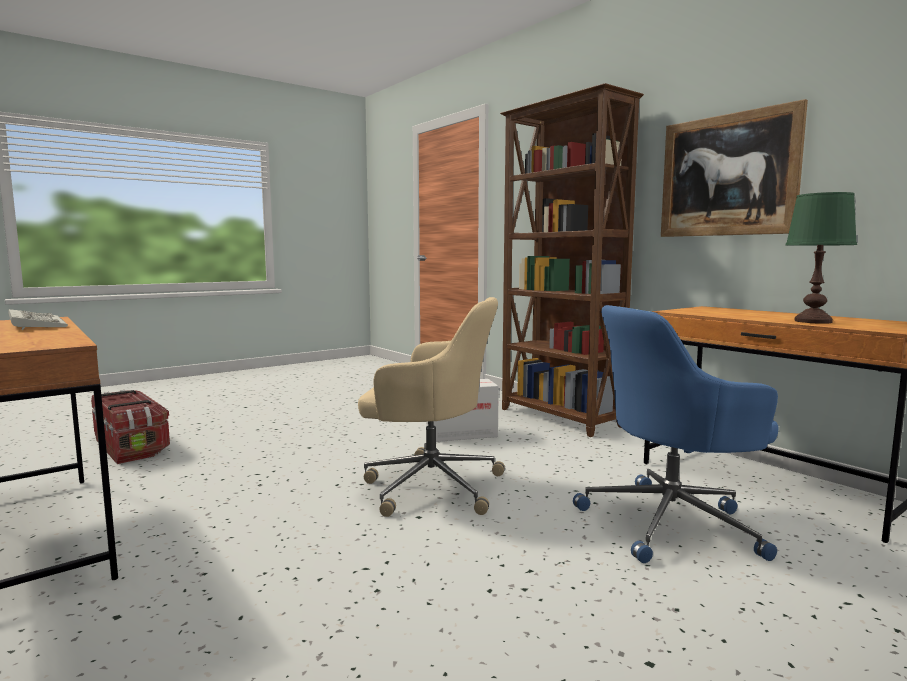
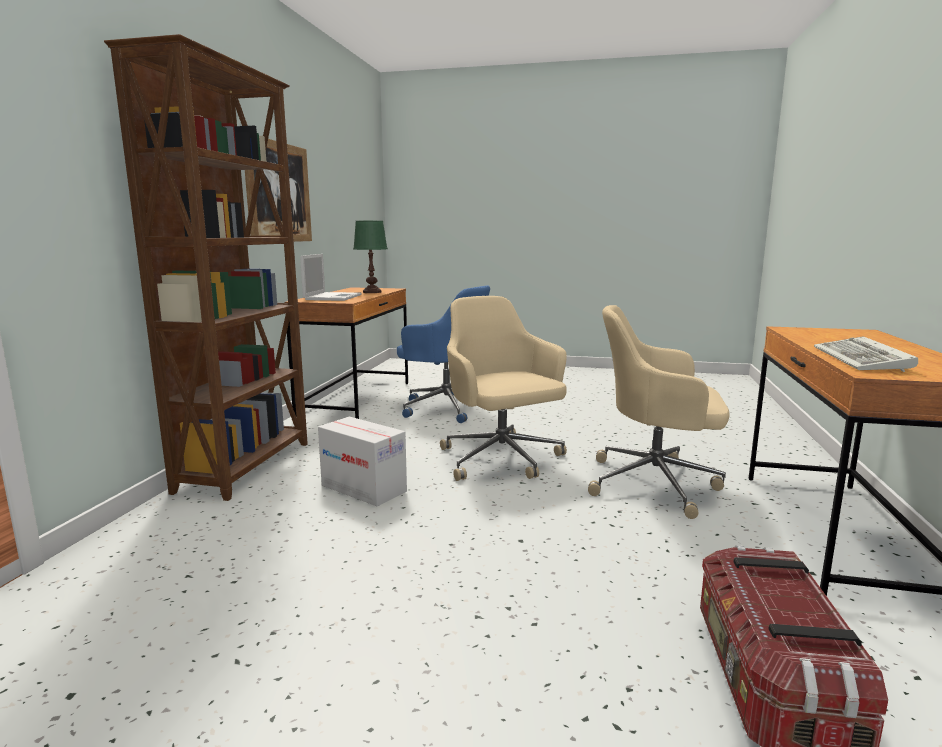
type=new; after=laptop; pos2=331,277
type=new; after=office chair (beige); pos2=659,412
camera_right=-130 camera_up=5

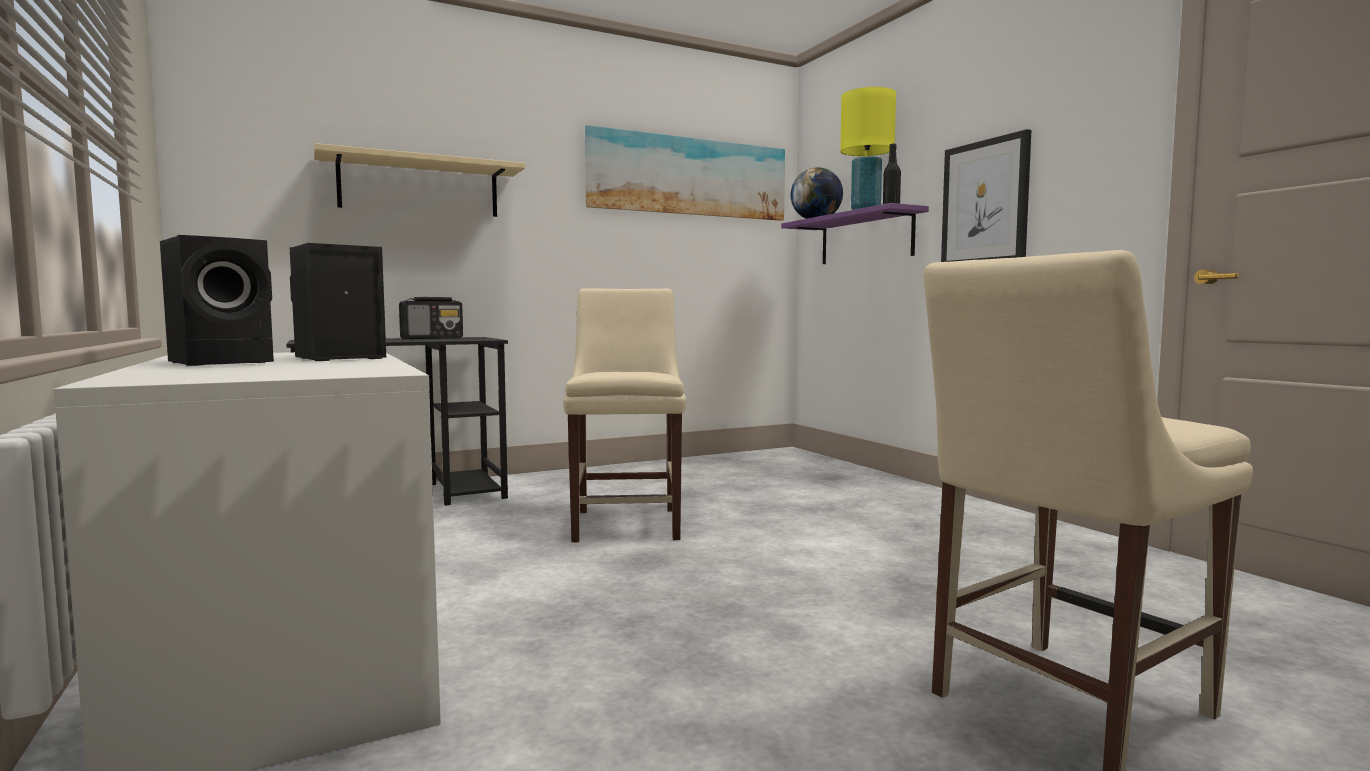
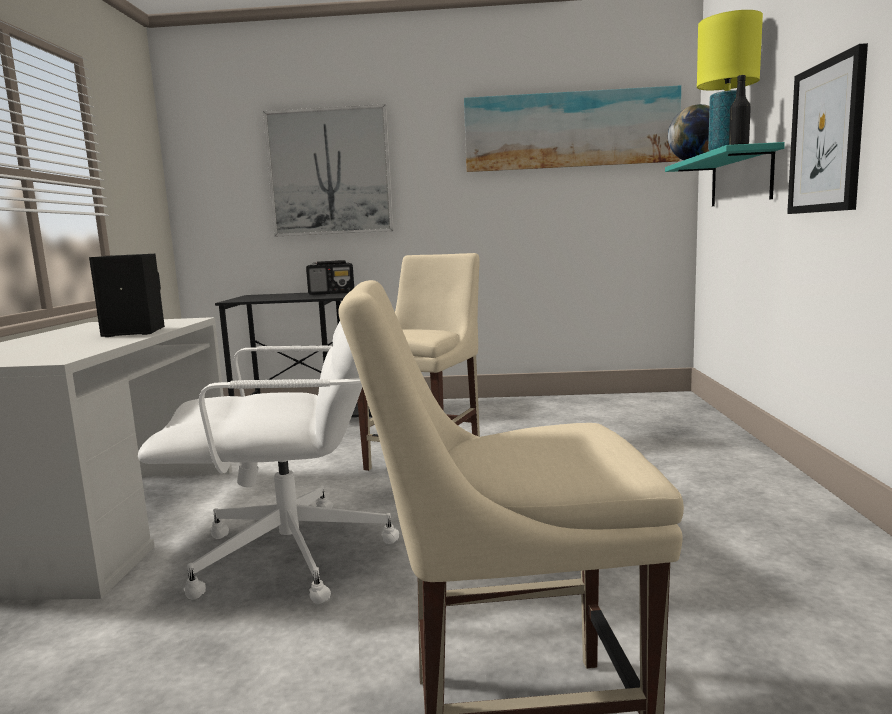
type=new; after=office chair (white); pos2=268,462
type=swapped; before=shelf (beige); after=picture; pos1=419,180; pos2=328,170
type=repainted; before=shelf (purple); after=shelf (turquoise); pos1=855,233; pos2=725,174
type=gone; before=speaker (black); pos1=217,300
camera_right=30 camera_up=5

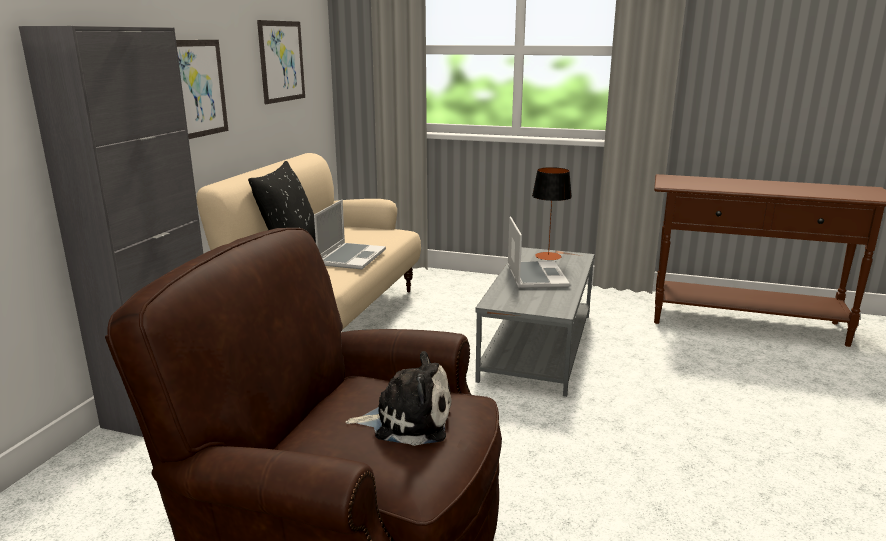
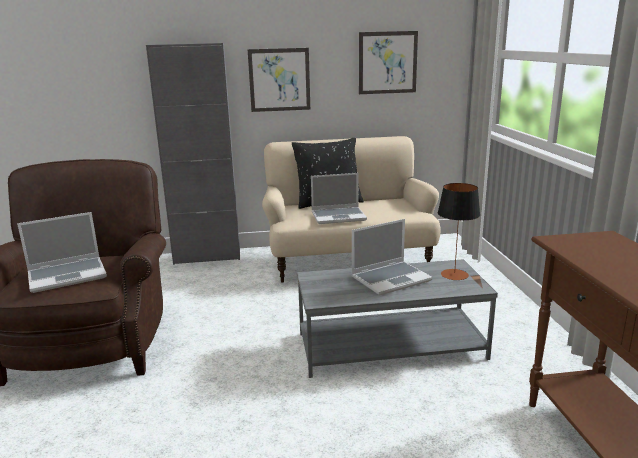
type=swapped; before=plush toy; after=laptop; pos1=398,398; pos2=62,252
camera_right=65 camera_up=0

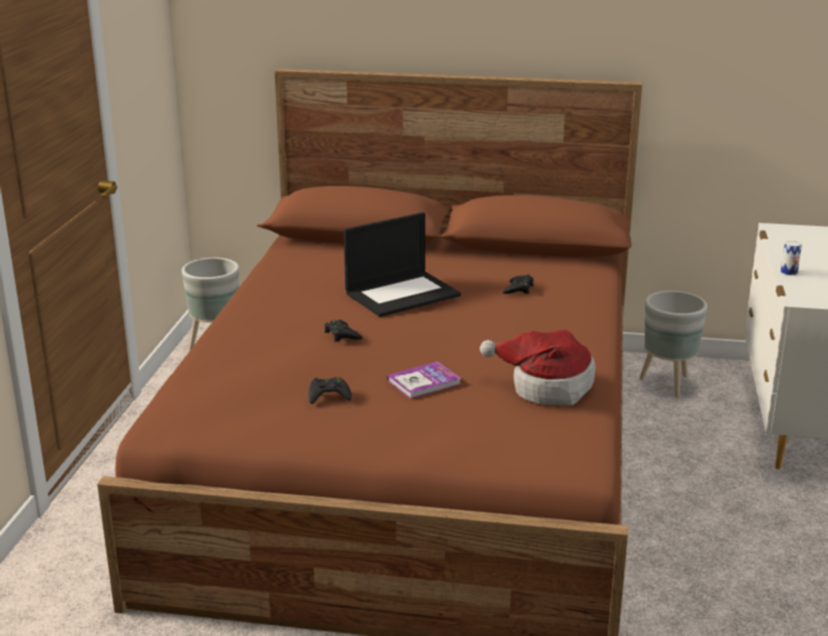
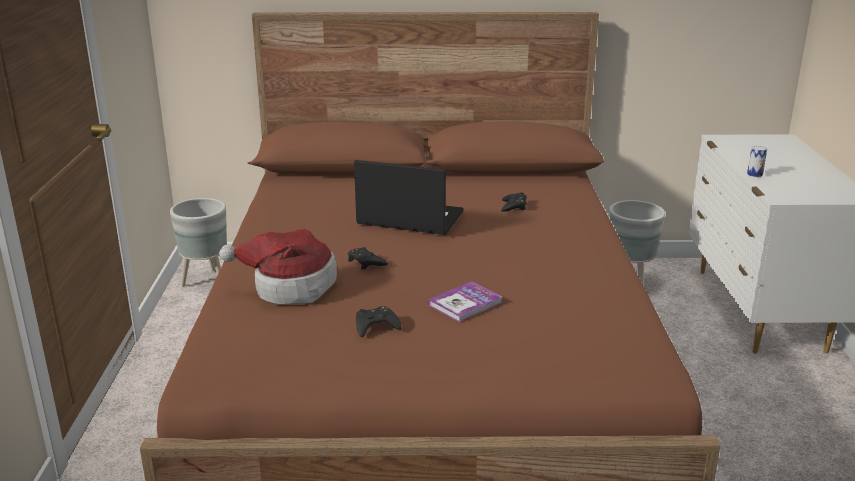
type=shifted; before=hat; pos1=537,368; pos2=278,267
type=rotated; before=laptop; pos1=402,264; pos2=408,197; turn=-120
camera_right=-10 camera_up=0

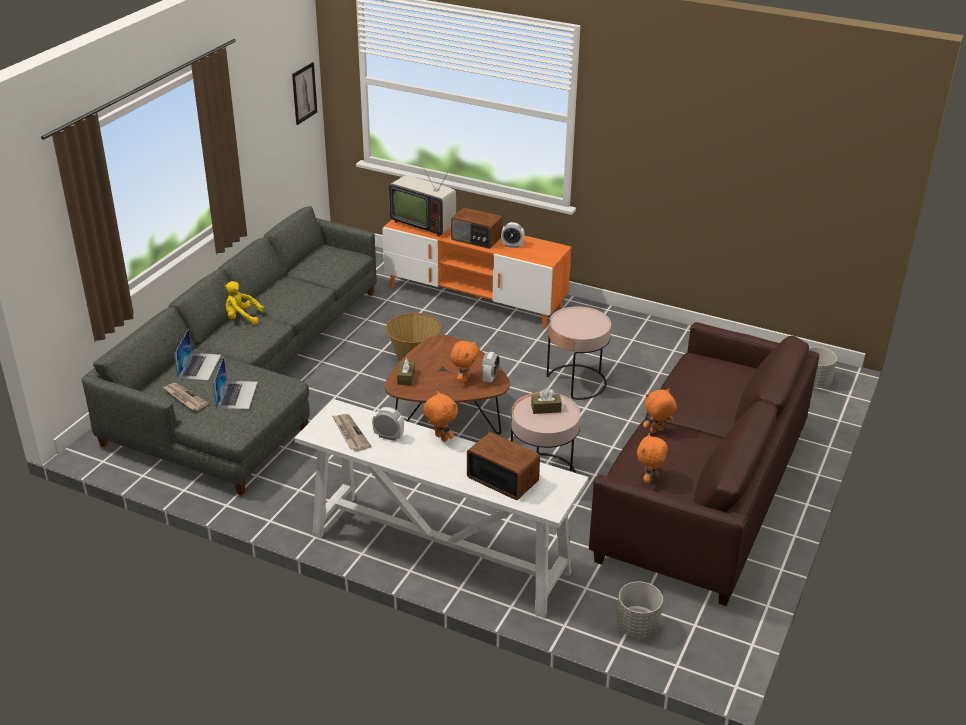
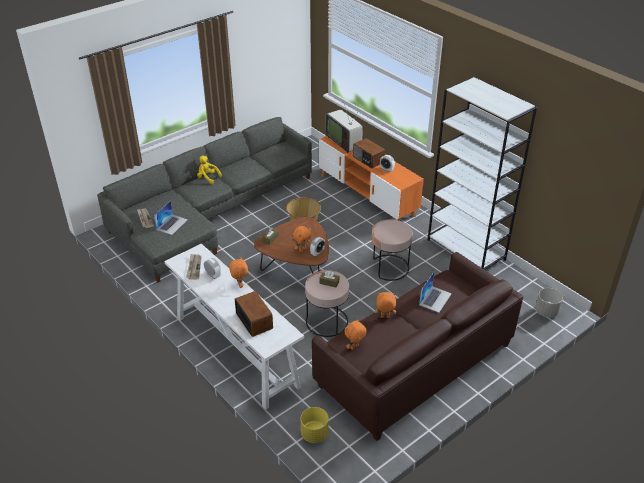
type=repainted; before=planter (grey); after=planter (yellow); pos1=639,609; pos2=315,425
type=shifted; before=laptop; pos1=197,355; pos2=435,292
type=new; after=bookcase (white); pos2=482,173
type=gone; before=picture; pos1=304,93
camera_right=25 camera_up=5

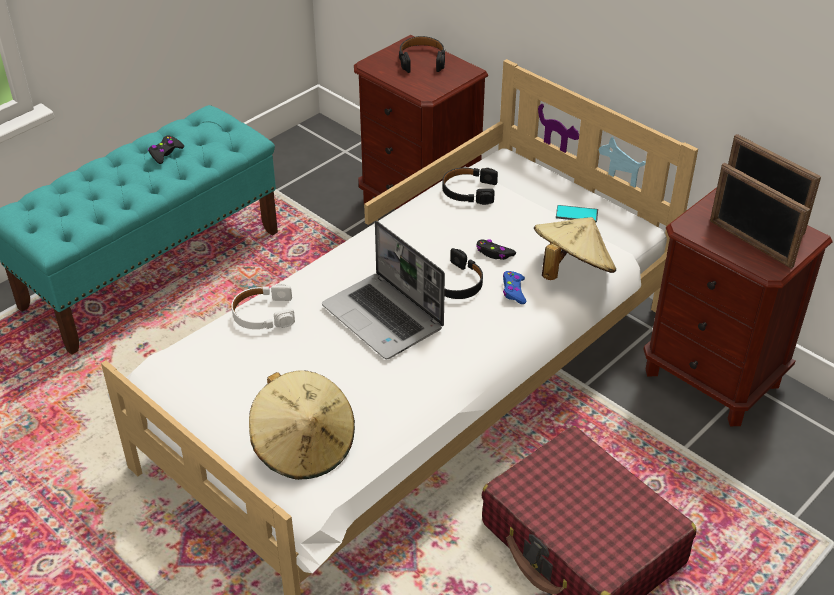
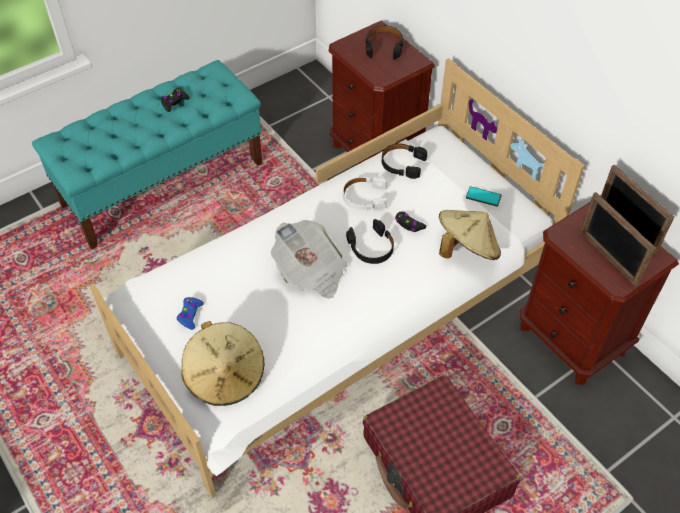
type=shifted; before=game controller (blue); pos1=514,287; pos2=190,313
type=swapped; before=laptop; after=newspaper; pos1=383,289; pos2=309,259
type=shifted; before=headphones (white); pos1=263,306; pos2=365,193
camera_right=10 camera_up=10

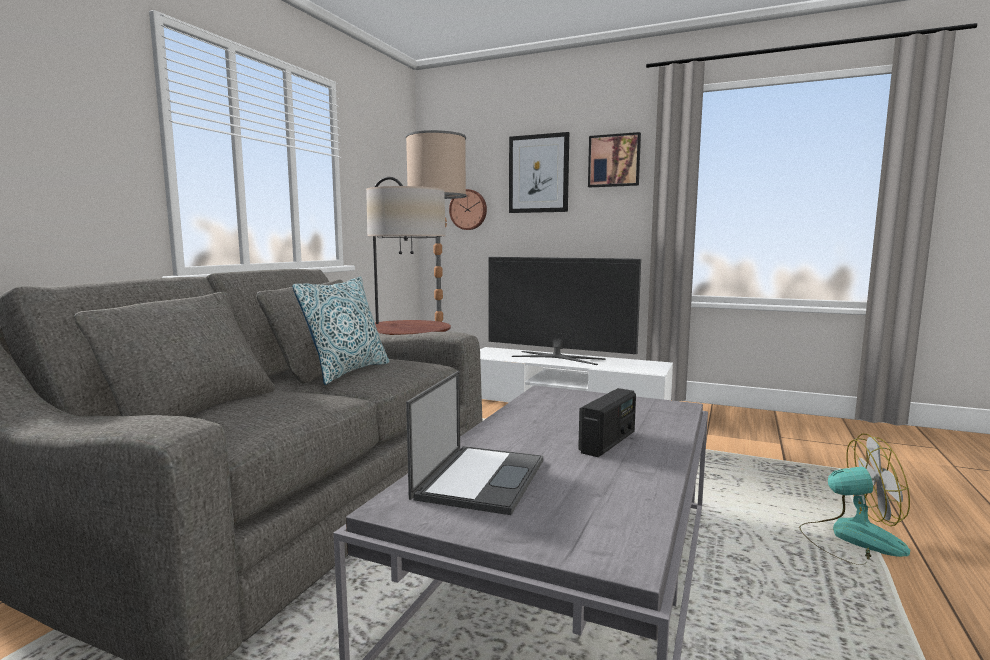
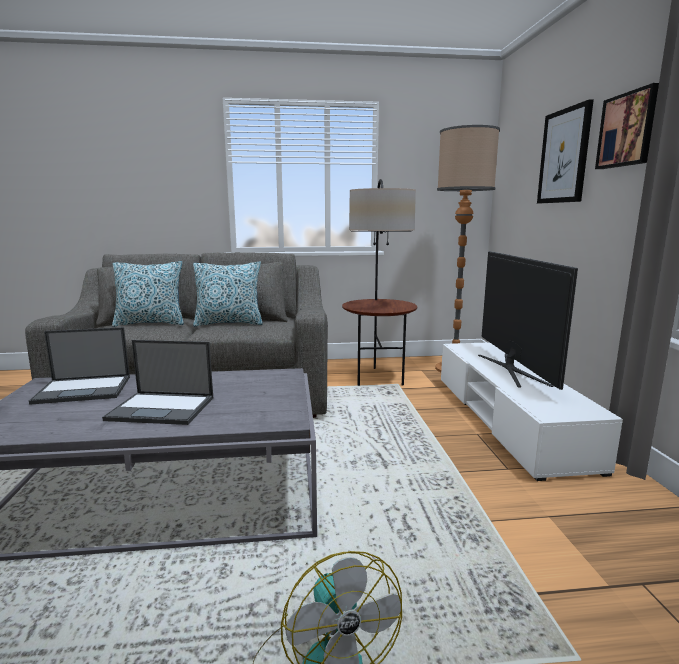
type=swapped; before=radio; after=laptop; pos1=607,422; pos2=157,382
type=new; after=pillow; pos2=148,294
type=gone; before=wall clock; pos1=468,209
camera_right=60 camera_up=5

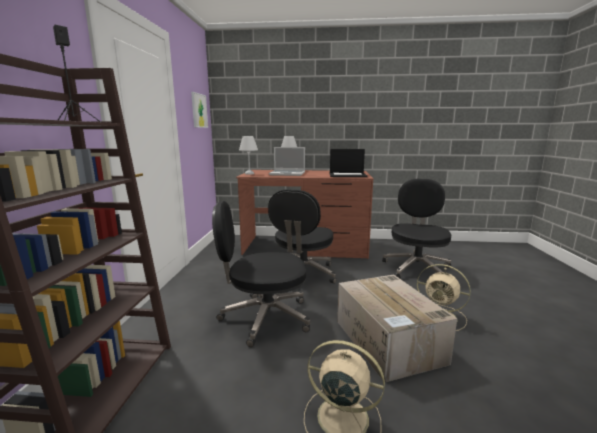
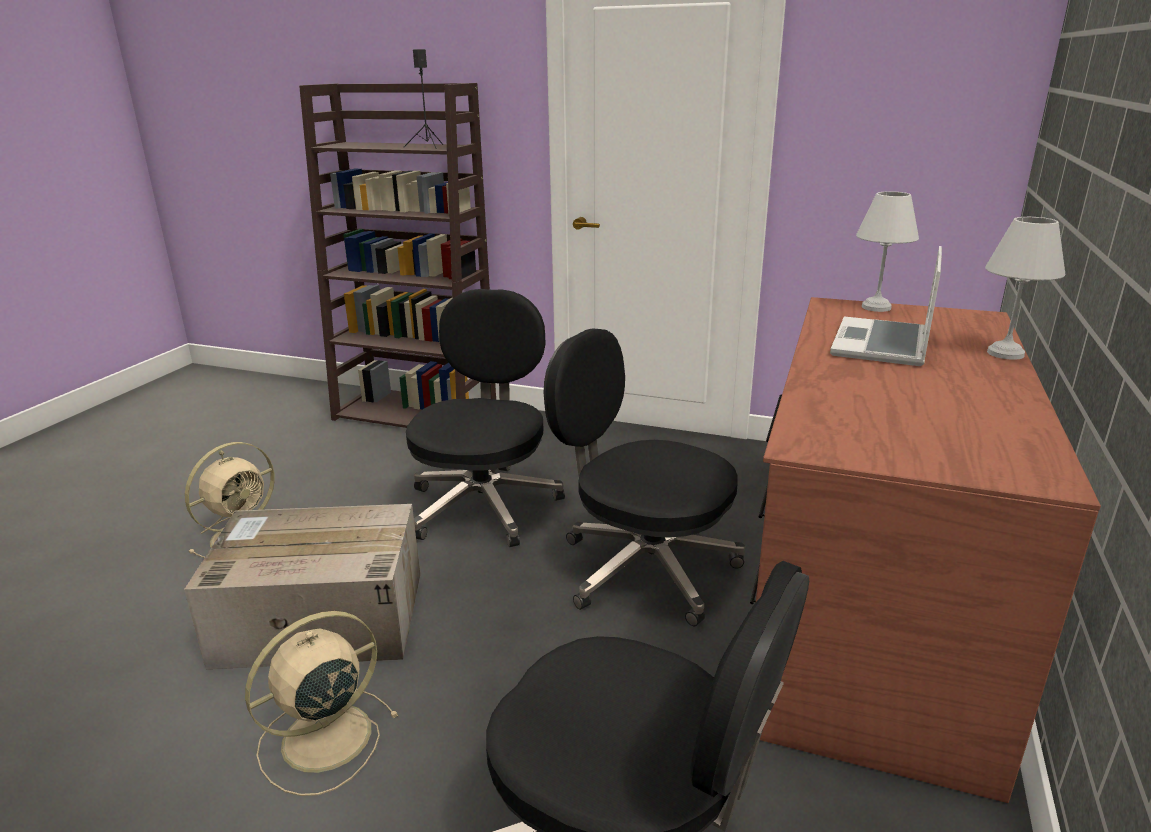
type=gone; before=picture; pos1=199,110
type=gone; before=laptop; pos1=349,163
camera_right=105 camera_up=10

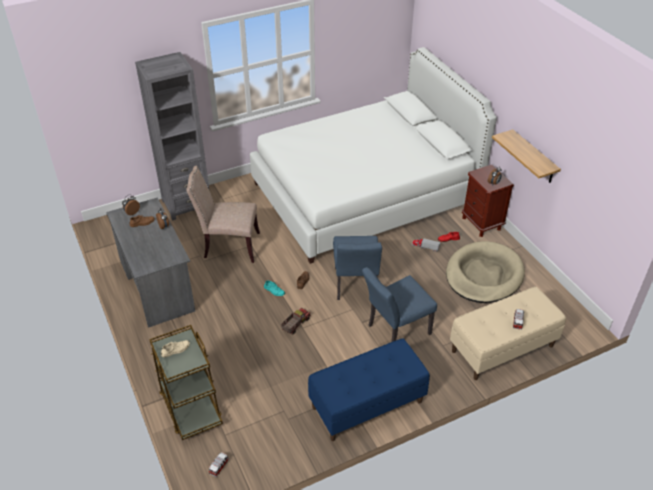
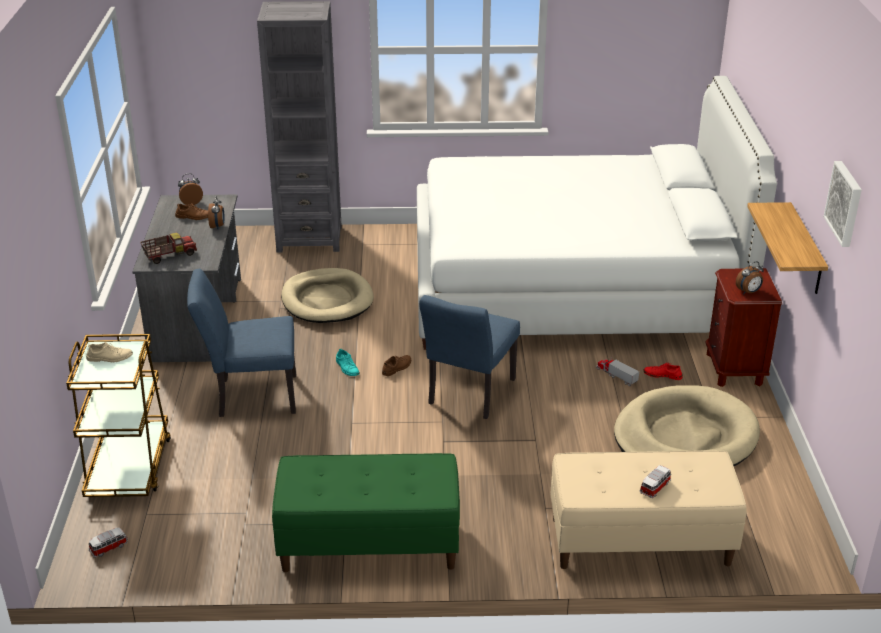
type=shifted; before=toy truck; pos1=296,321; pos2=168,248
type=shifted; before=chair (blue); pos1=399,304; pos2=241,343
type=repainted; before=bench (blue); after=bench (green); pos1=369,389; pos2=366,512
type=swapped; before=chair (beige); after=dog bed (beige); pos1=223,214; pos2=327,295
type=new; after=picture; pos2=842,204
camera_right=25 camera_up=-10

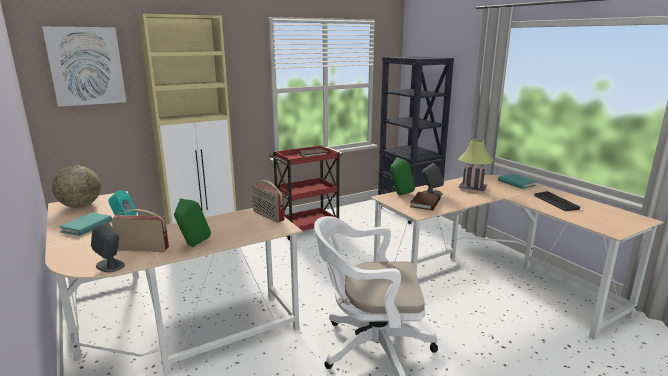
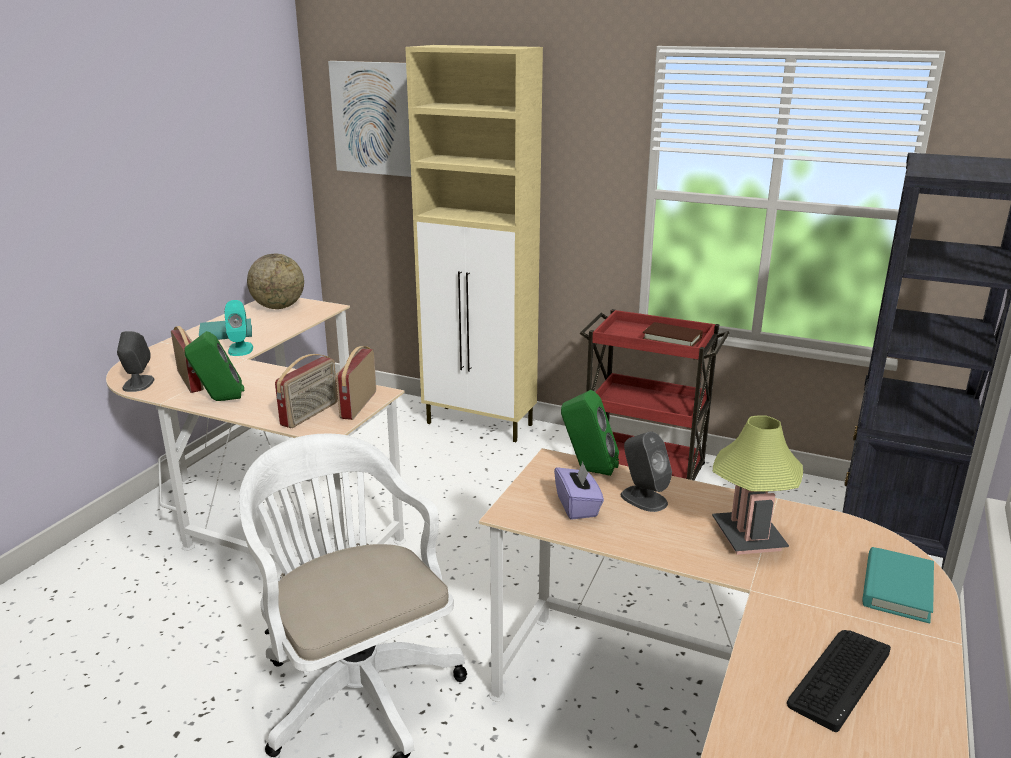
type=new; after=radio; pos2=306,391
type=swapped; before=book (brown); after=tissue box (purple); pos1=425,201; pos2=579,491
camera_right=55 camera_up=5

